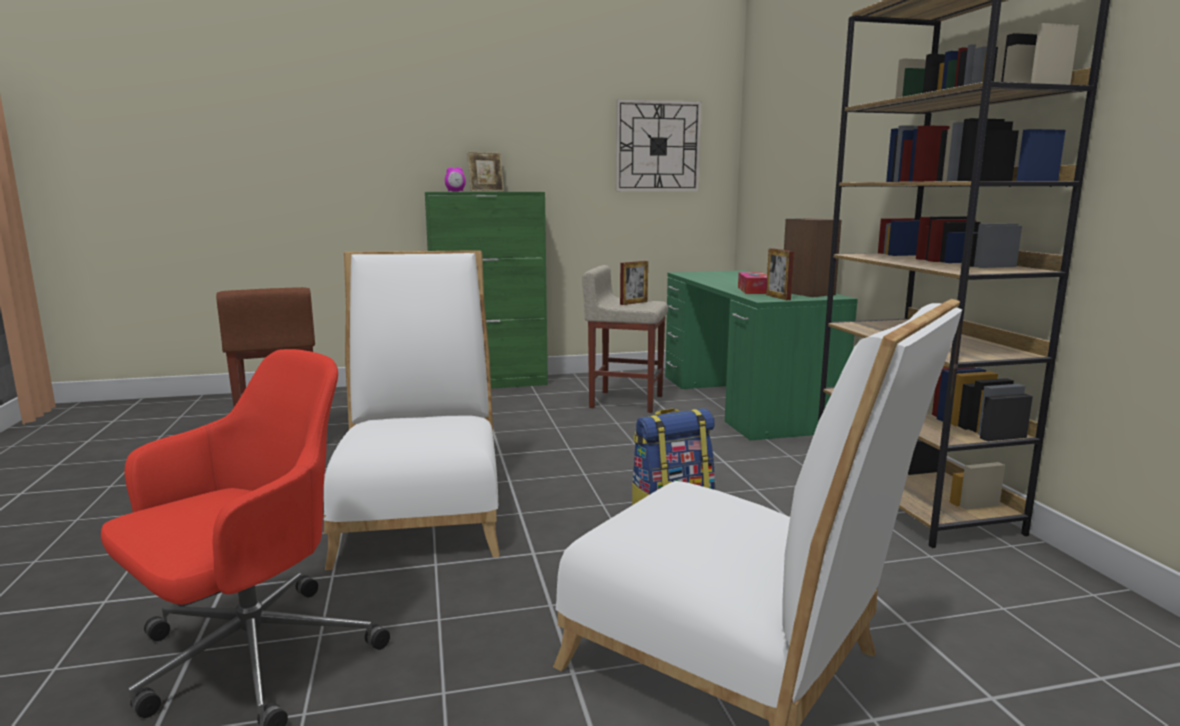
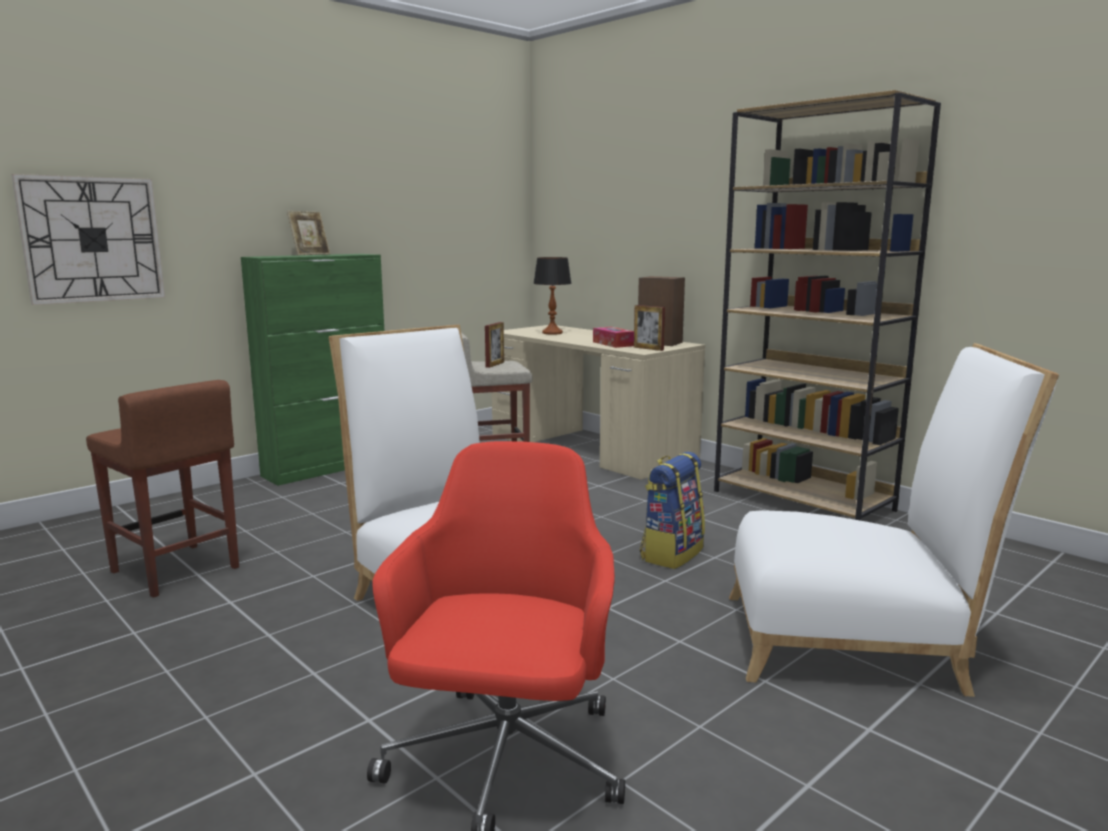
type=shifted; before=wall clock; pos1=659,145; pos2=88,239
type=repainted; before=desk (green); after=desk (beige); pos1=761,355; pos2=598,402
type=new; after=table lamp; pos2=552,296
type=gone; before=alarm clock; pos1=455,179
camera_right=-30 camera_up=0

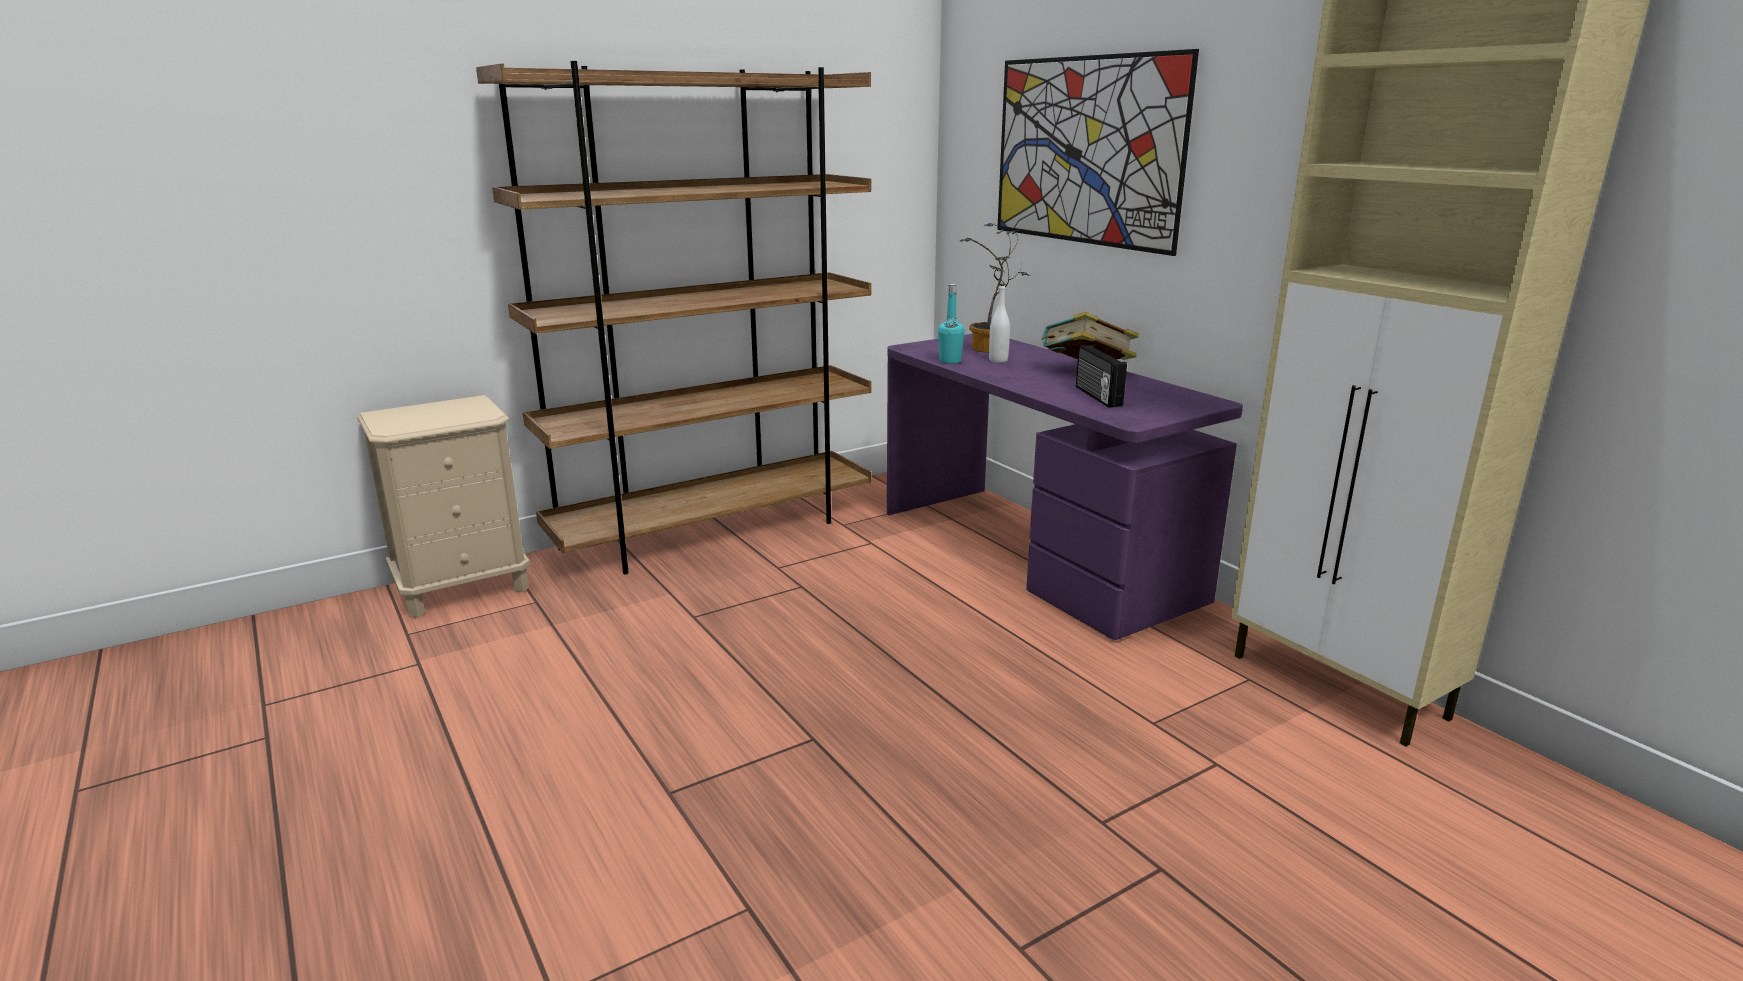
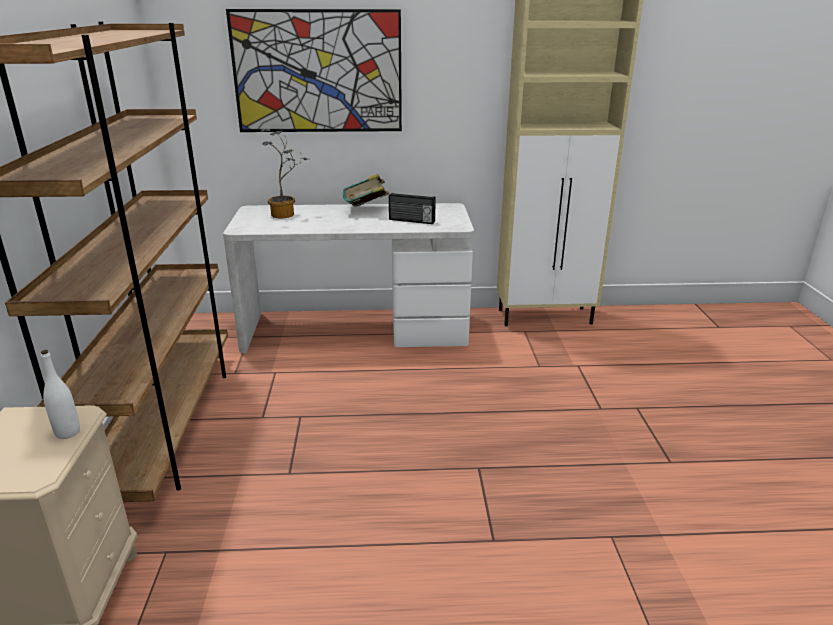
type=shifted; before=bottle (white); pos1=999,323; pos2=60,394
type=repainted; before=desk (purple); after=desk (white); pos1=1065,487; pos2=348,278
type=gone; before=bottle (turquoise); pos1=951,324
camera_right=-60 camera_up=5

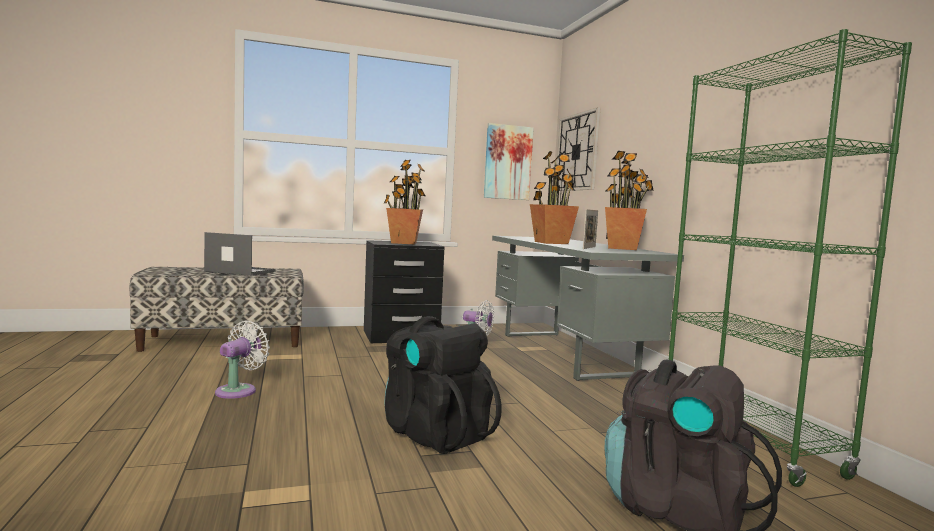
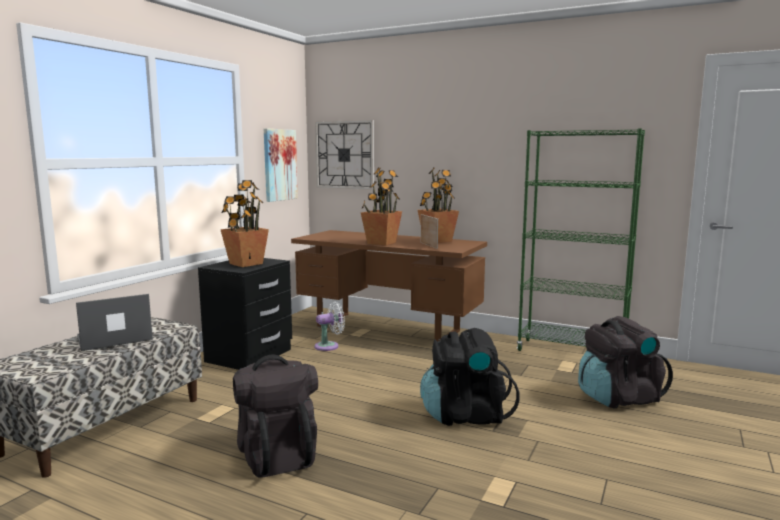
type=swapped; before=fan (white); after=backpack (black); pos1=242,360; pos2=275,416
type=repainted; before=desk (grey); after=desk (brown); pos1=588,308; pos2=389,286
camera_right=-45 camera_up=5

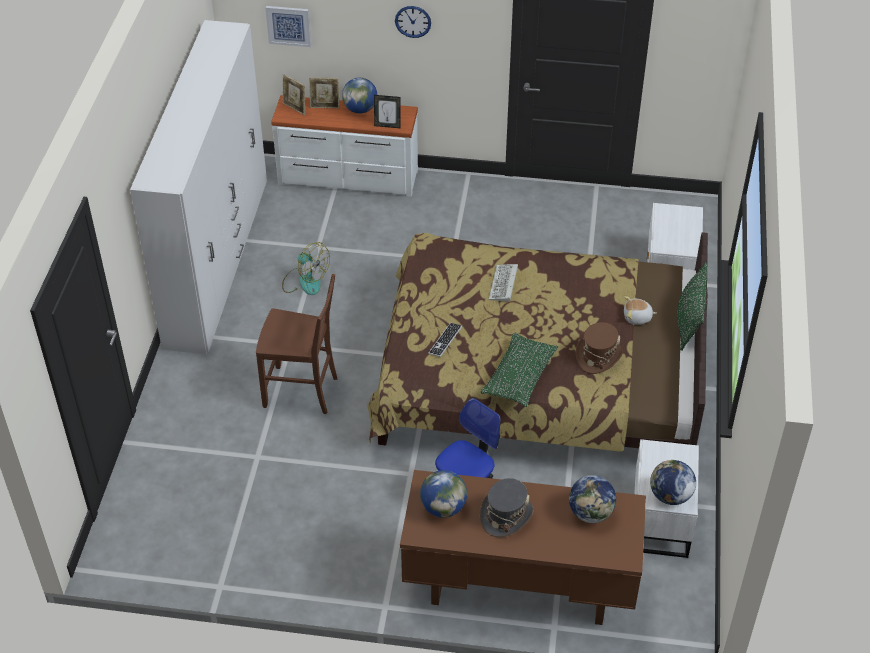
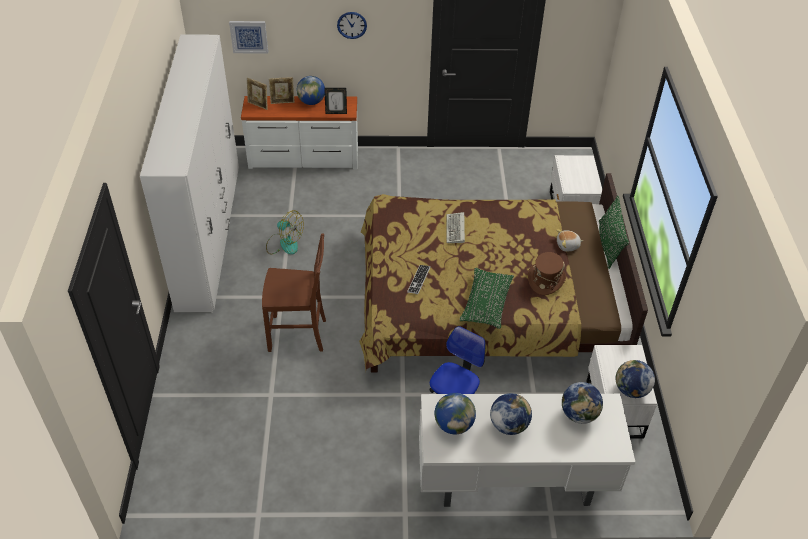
type=repainted; before=desk (brown); after=desk (white); pos1=523,547; pos2=527,450
type=swapped; before=hat (grey); after=globe; pos1=507,508; pos2=511,414
camera_right=-10 camera_up=0

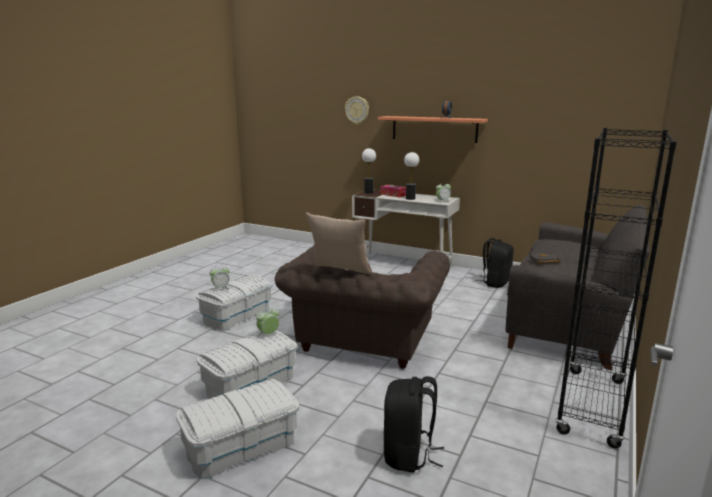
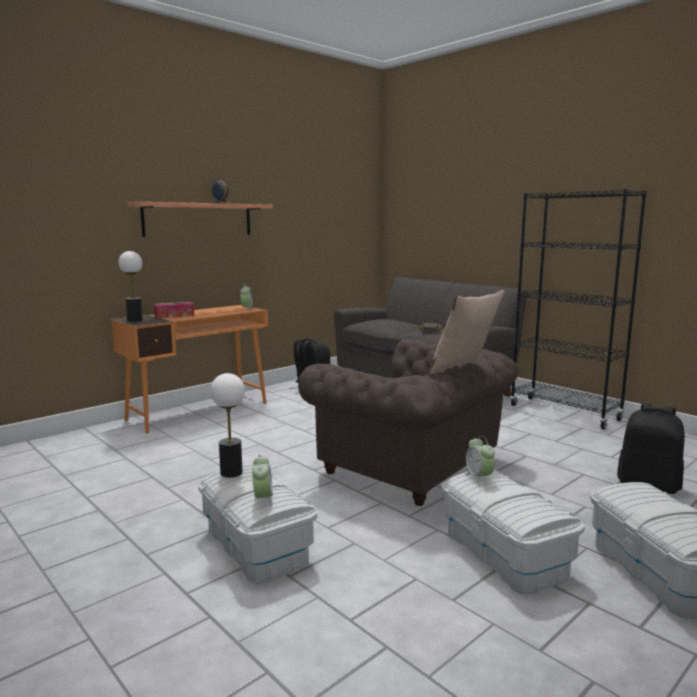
type=repainted; before=desk (white); after=desk (orange); pos1=406,228; pos2=189,369
type=shifted; before=table lamp; pos1=411,176; pos2=227,425
type=gone; before=wall clock; pos1=357,111
camera_right=-70 camera_up=-5

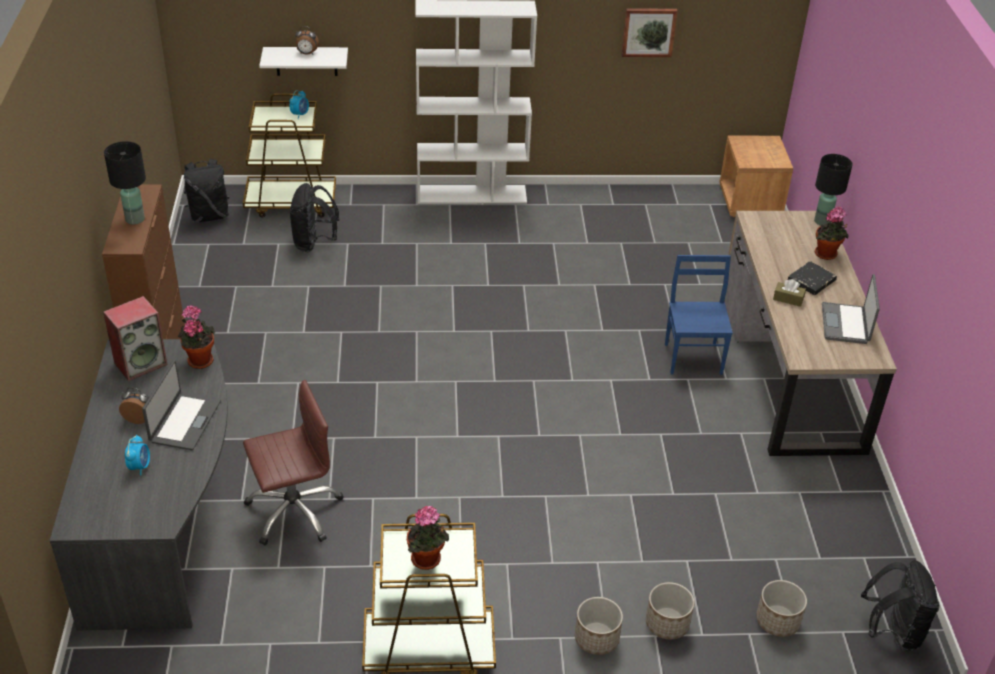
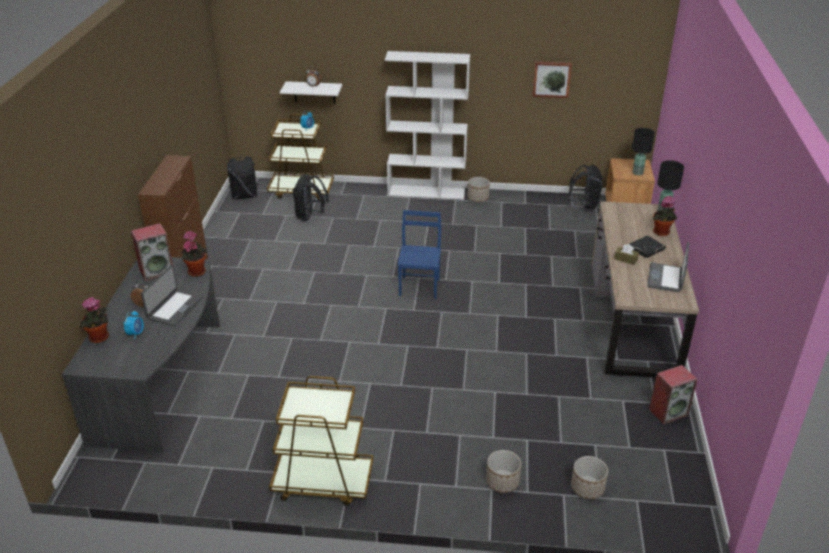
type=shifted; before=potted plant; pos1=428,538; pos2=94,320
type=shifted; before=chair (blue); pos1=699,315; pos2=419,254
type=shifted; before=planter; pos1=599,626; pos2=478,189
type=shifted; before=backpack (black); pos1=900,606; pos2=585,188
type=shifted; before=table lamp (black); pos1=125,183; pos2=643,151
type=new; after=speaker; pos2=673,395
type=gone; before=office chair (brown); pos1=293,462
camera_right=10 camera_up=-5

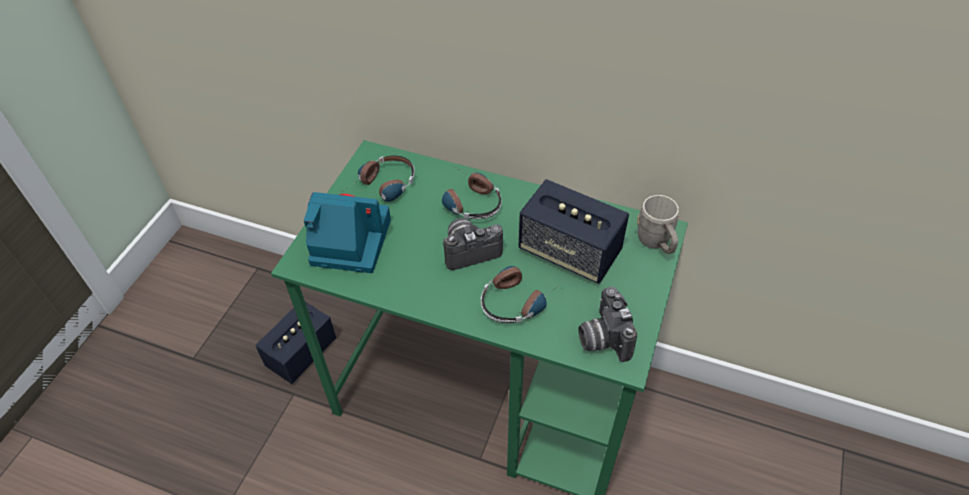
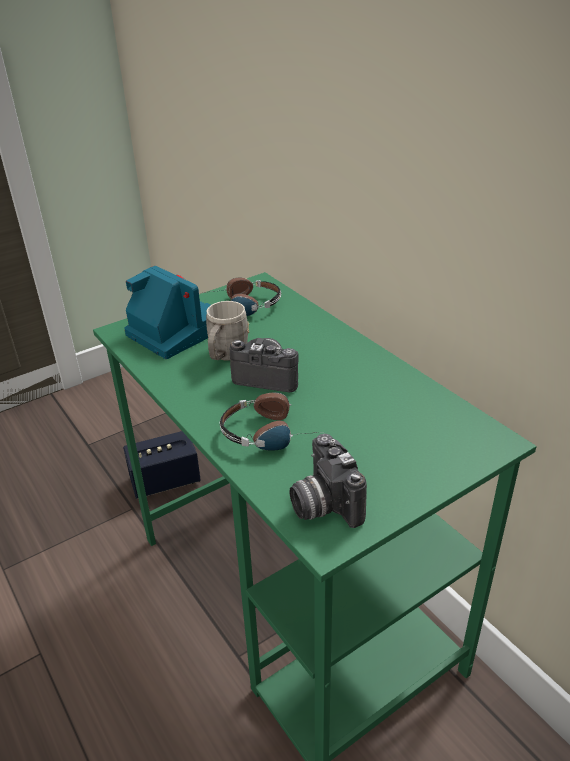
type=shifted; before=mug (grey); pos1=658,224; pos2=227,331
type=rotated; before=photo camera; pos1=607,324; pos2=328,481; turn=-45
type=gone; before=headphones; pos1=472,193
type=gone; before=speaker; pos1=574,231
camera_right=35 camera_up=-15

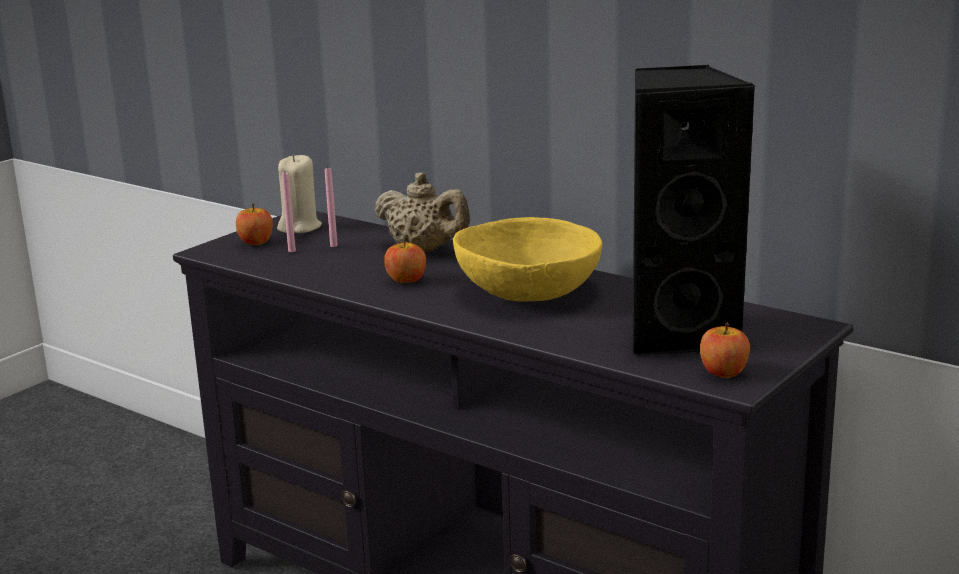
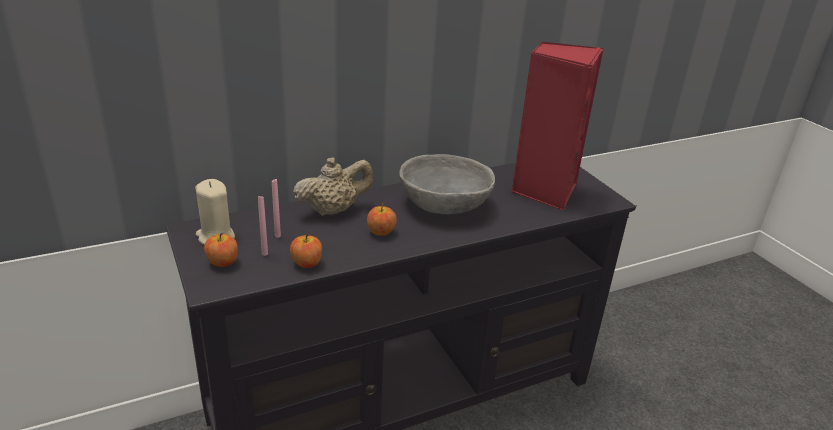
type=shifted; before=apple; pos1=725,350; pos2=306,251
type=repainted; before=bowl (yellow); after=bowl (grey); pos1=528,259; pos2=447,184
type=repainted; before=speaker (black); after=speaker (red); pos1=694,210; pos2=557,126
camera_right=-65 camera_up=10

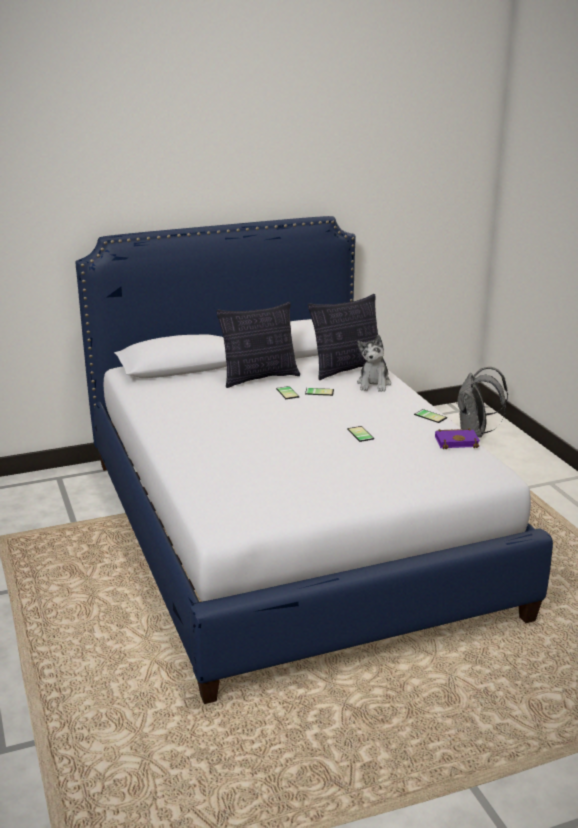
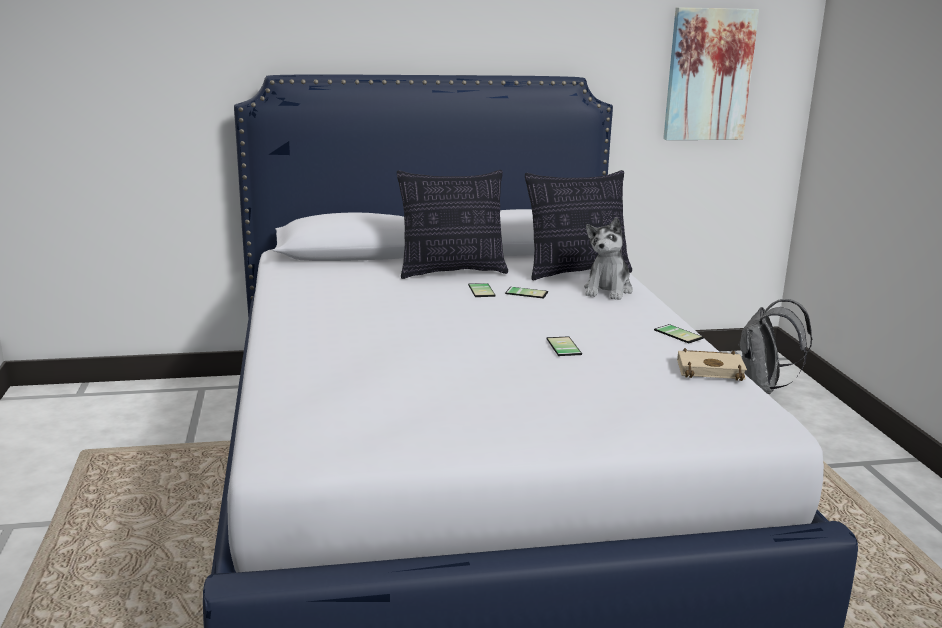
type=new; after=picture; pos2=711,73
type=repainted; before=book (purple); after=book (beige); pos1=457,438; pos2=712,364
camera_right=10 camera_up=-5

